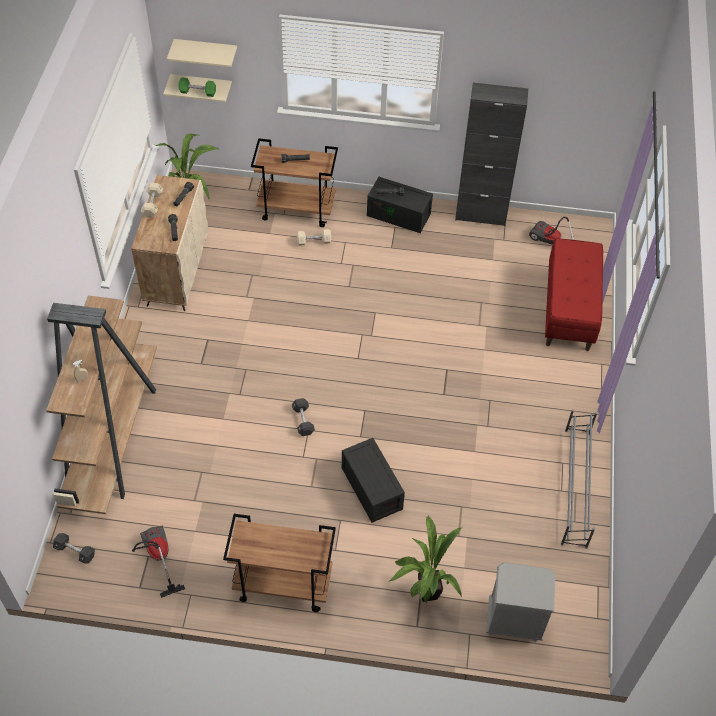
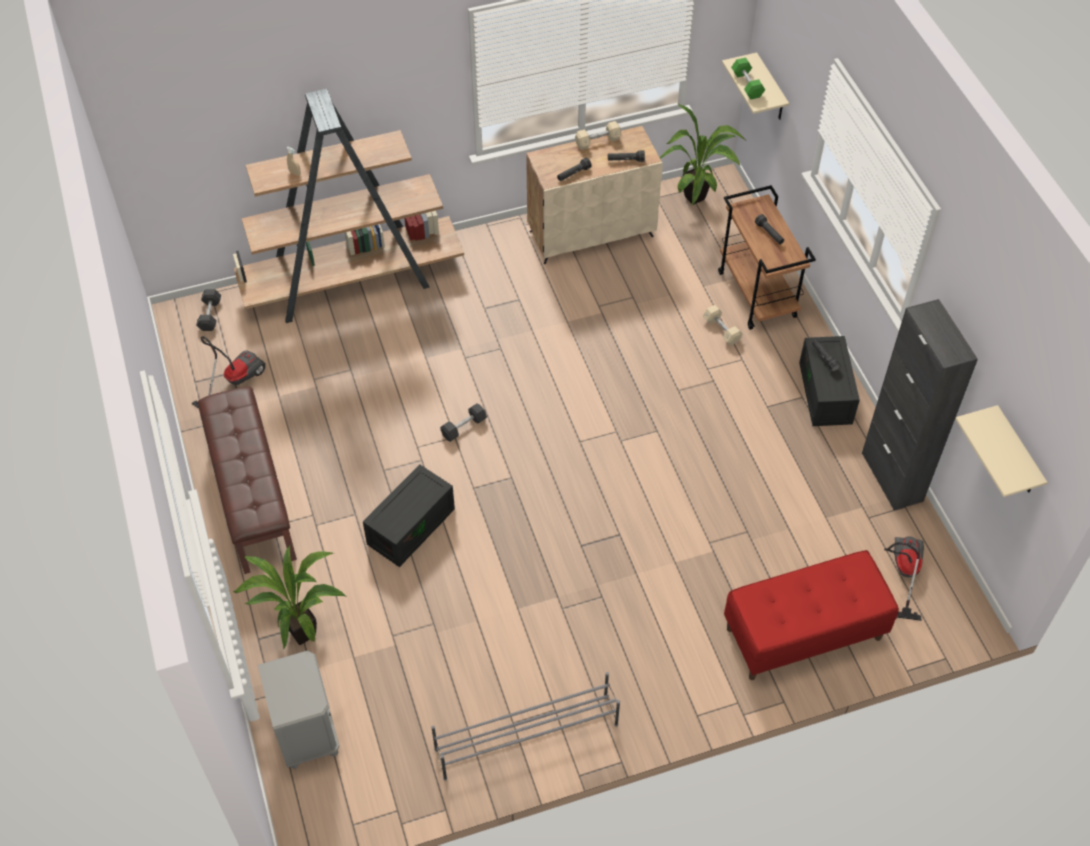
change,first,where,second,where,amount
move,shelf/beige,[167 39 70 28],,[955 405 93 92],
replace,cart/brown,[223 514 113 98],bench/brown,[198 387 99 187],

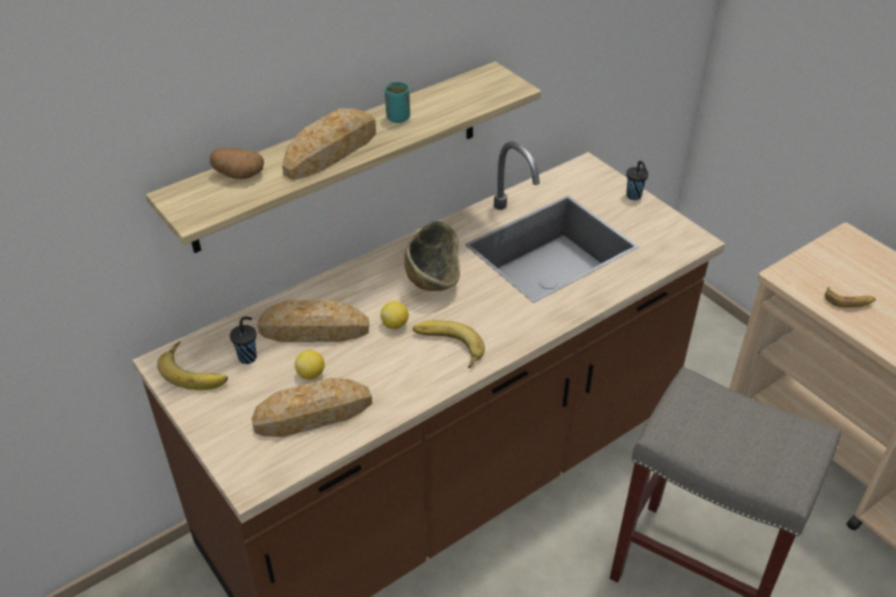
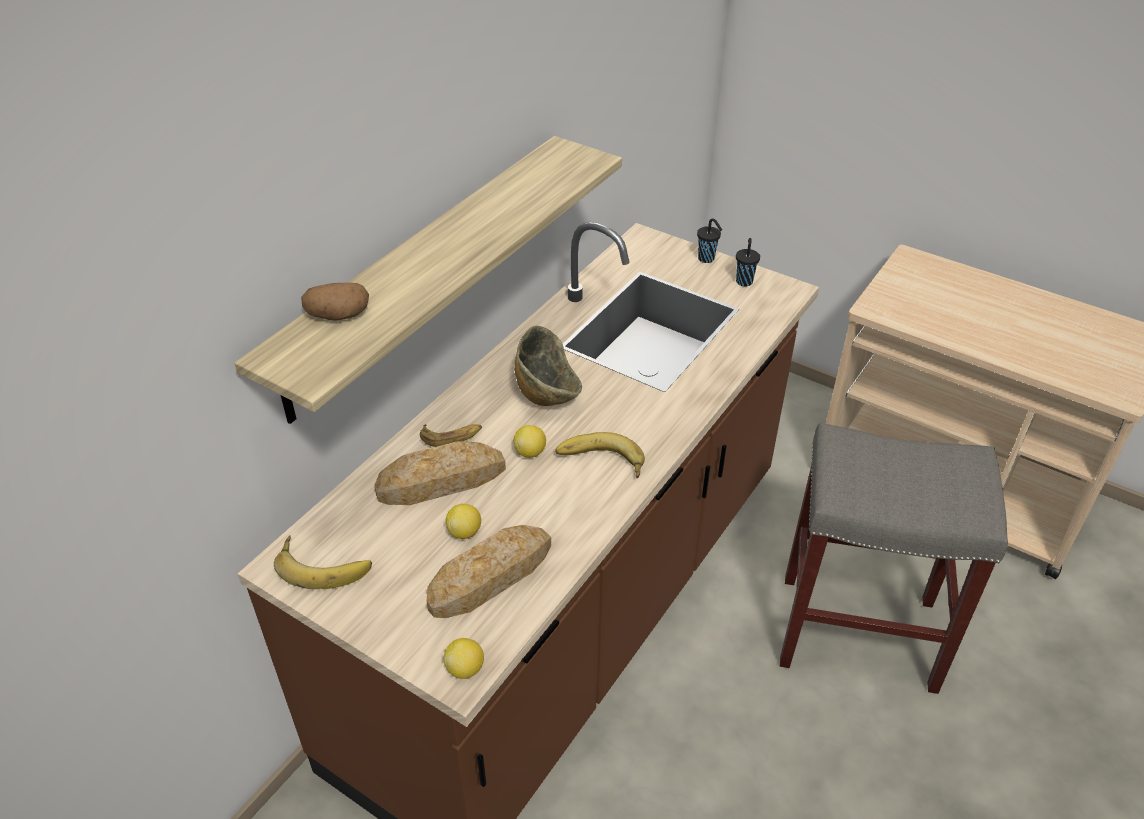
change,first,where,second,where,amount
delete,cup/turquoise,[385 82 25 41],,,
delete,bread,[282 108 94 72],,,
move,banana,[825 287 51 20],,[420 424 62 23],
move,cup/black,[230 316 27 48],,[736 238 24 48],
insert,,,lemon,[444 638 40 41],

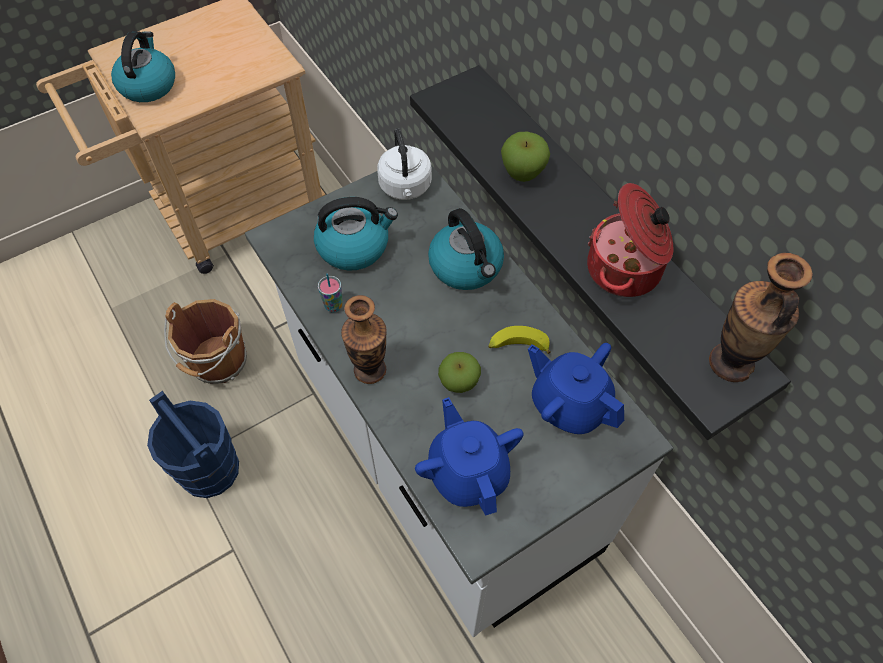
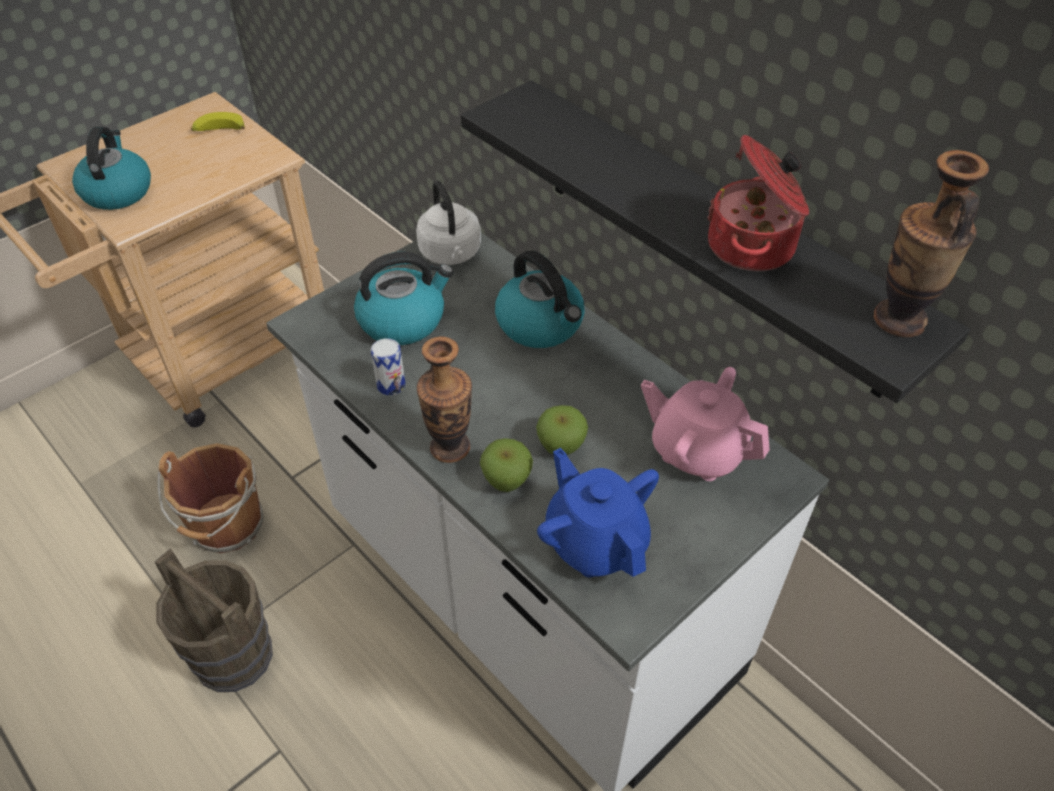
change,first,where,second,where,amount
move,apple,[501 132 49 50],,[480 438 53 54],
replace,cup,[318 273 25 40],can,[371 338 35 58],
move,banana,[488 326 63 28],,[191 112 54 19],
recolor,teapot/blue,[528 343 96 91],teapot/pink,[641 367 129 114],
recolor,bucket/blue,[147 391 92 107],bucket/brown,[155 548 118 144],

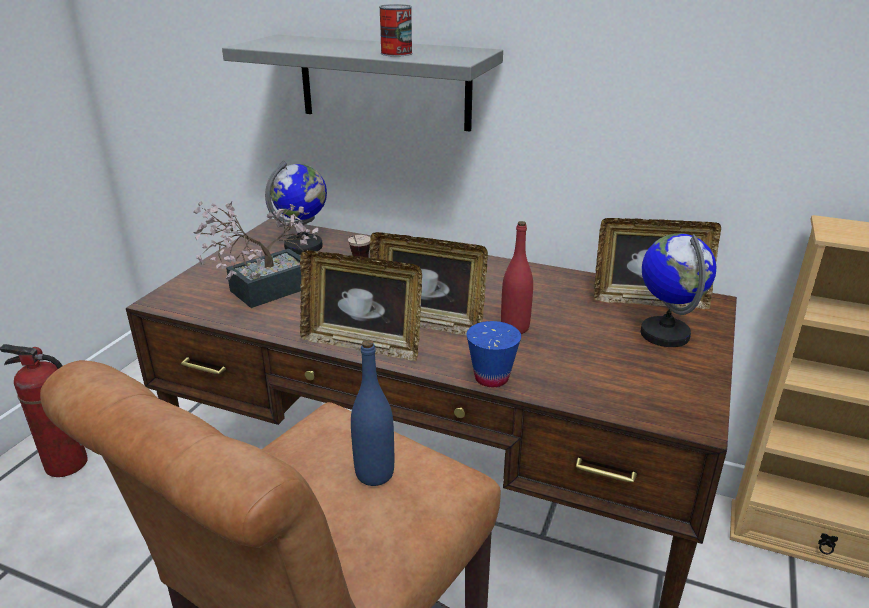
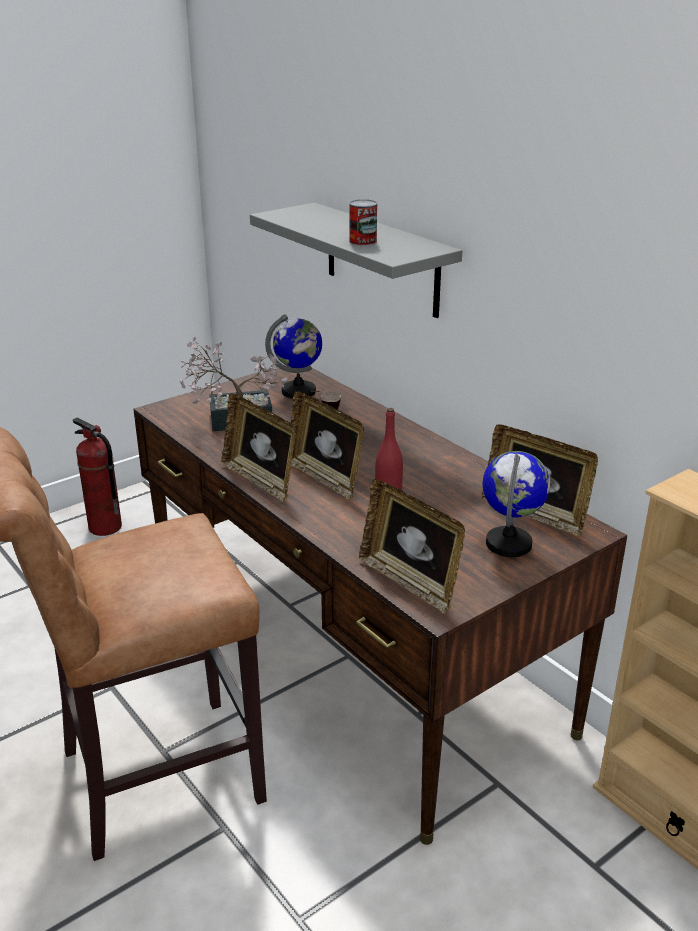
change,first,where,second,where,amount
delete,cup/blue,[467 321 54 66],,,
delete,bottle/blue,[351 340 43 146],,,
insert,,,picture frame,[359 479 106 136],

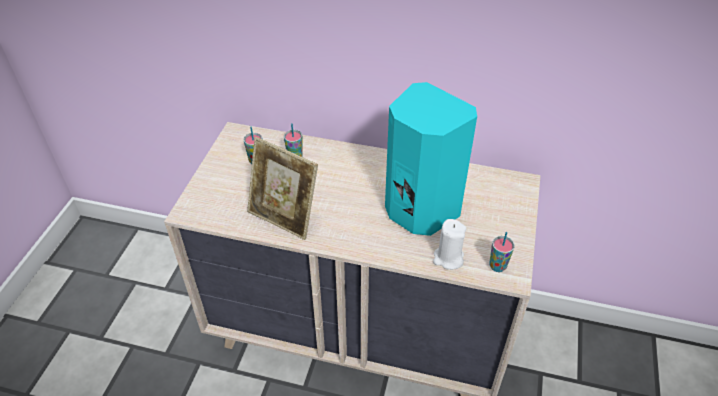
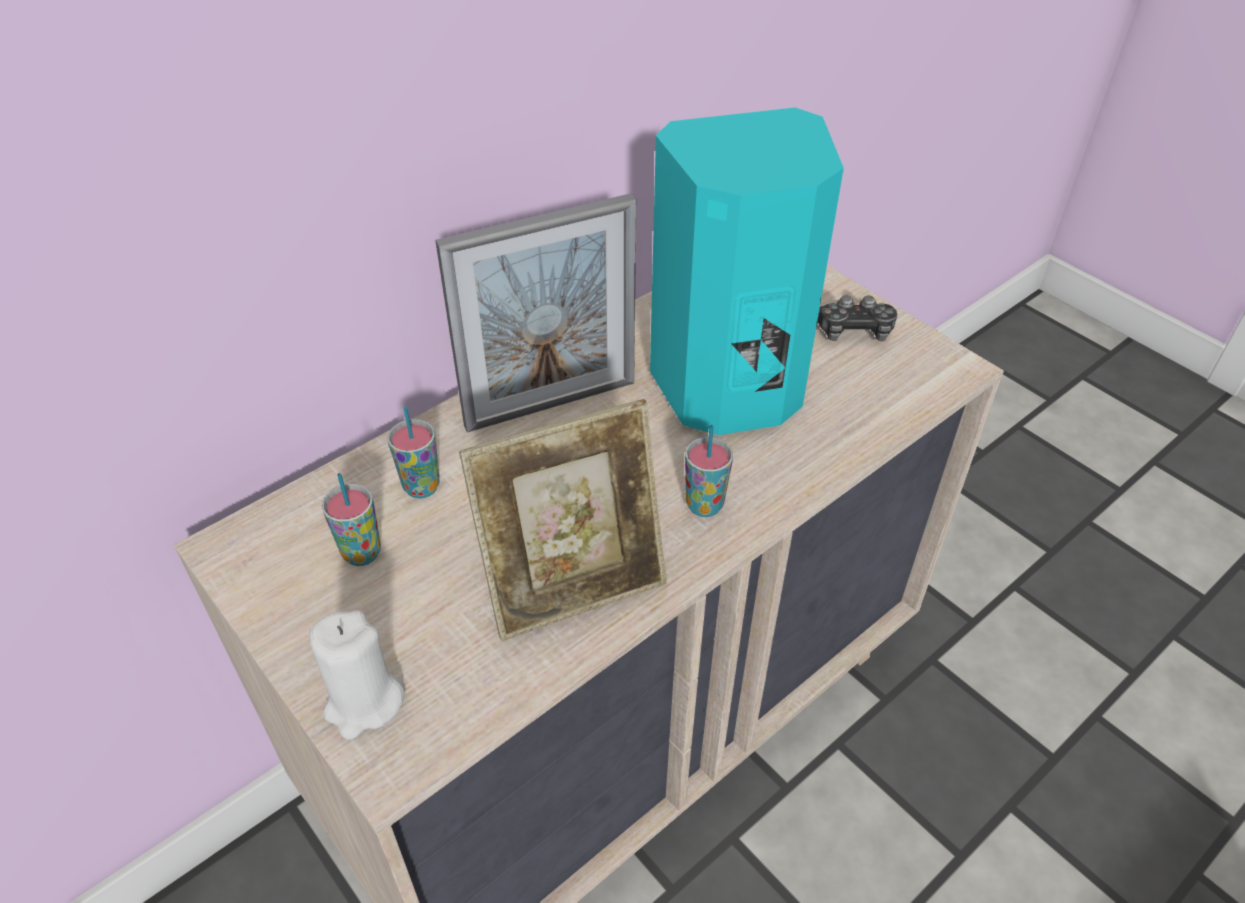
change,first,where,second,where,amount
move,candle/white,[433 219 34 51],,[309 610 96 130],
move,cup,[489 232 26 40],,[685 425 48 92],
insert,,,picture frame,[435 193 201 240],
insert,,,game controller,[817 295 80 46],

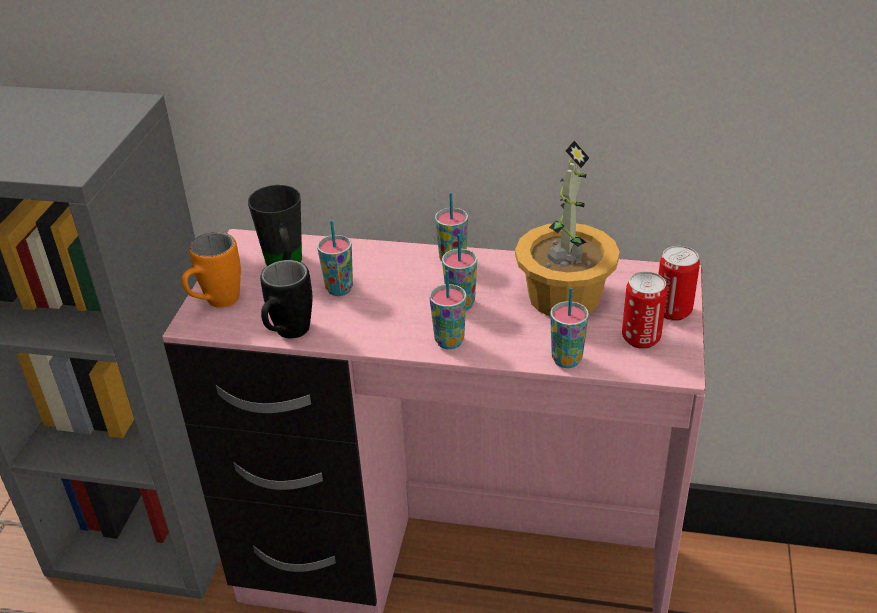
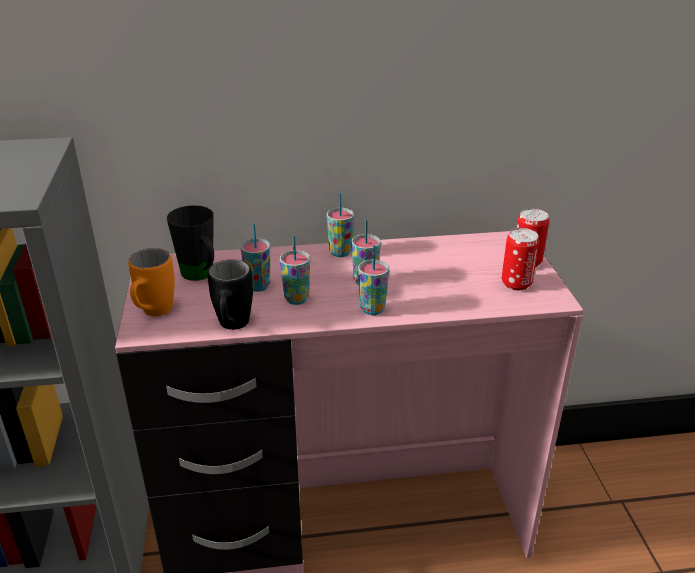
change,first,where,second,where,amount
delete,potted plant,[515 141 105 175],,,
move,cup,[550 287 39 81],,[280 235 30 70],

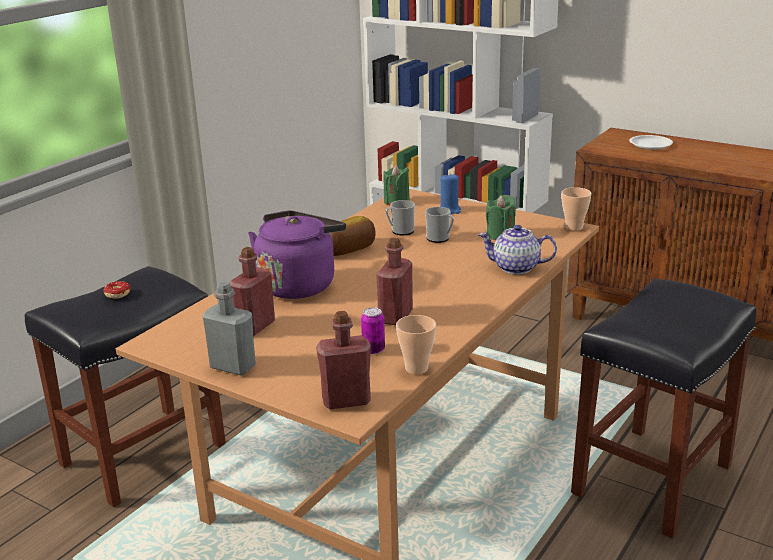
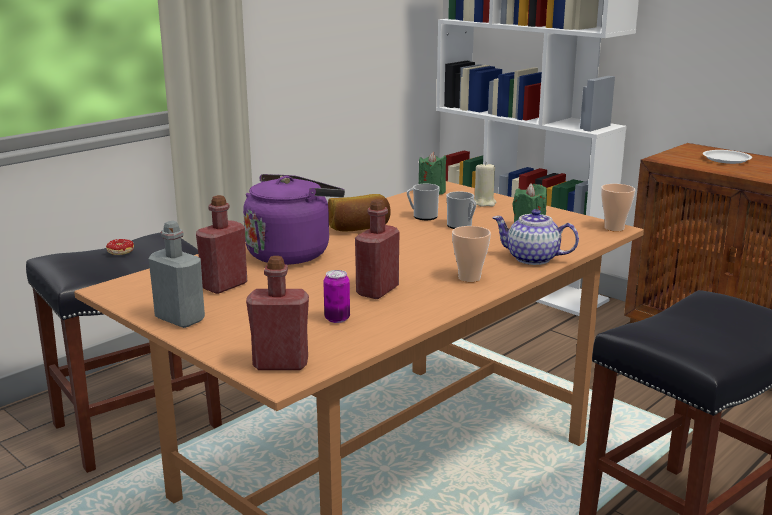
change,first,where,second,where,amount
recolor,candle/blue,[440 174 21 41],candle/beige,[474 164 23 43],
move,cup,[396 315 40 59],,[452 226 39 56],

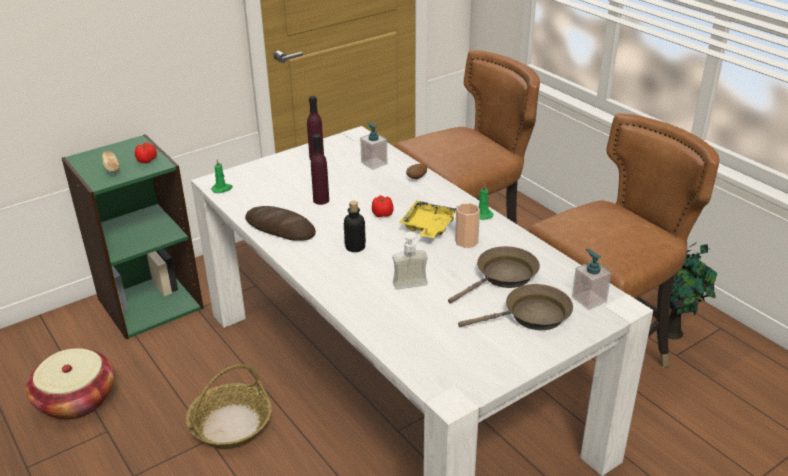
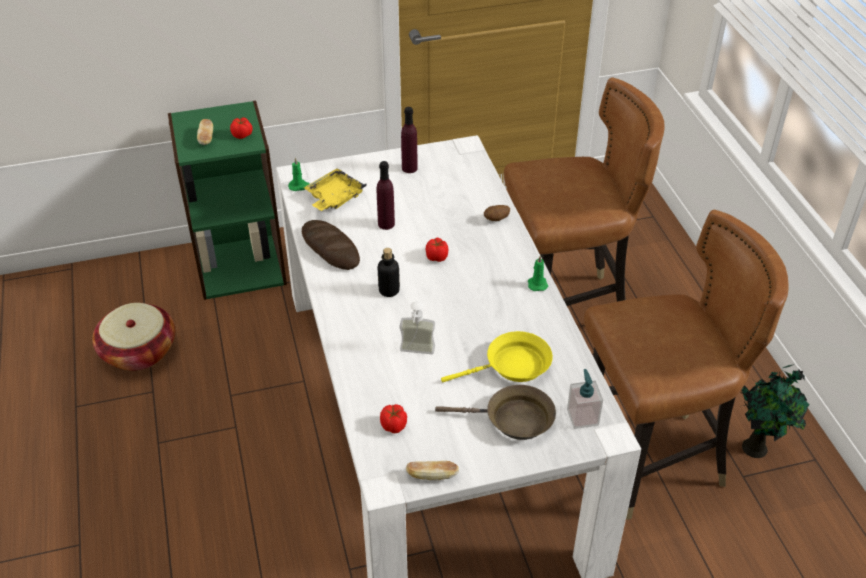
change,first,where,second,where,amount
delete,soap dispenser,[360 122 27 48],,,
move,tray/yellow,[399 200 57 38],,[304 168 63 43],
delete,cup,[455 203 25 45],,,
recolor,frying pan/brown,[448 246 92 58],frying pan/yellow,[441 331 112 52],
delete,basket,[186 364 86 85],,,
insert,,,tomato,[380 404 27 29],
insert,,,bread,[406 461 53 20],

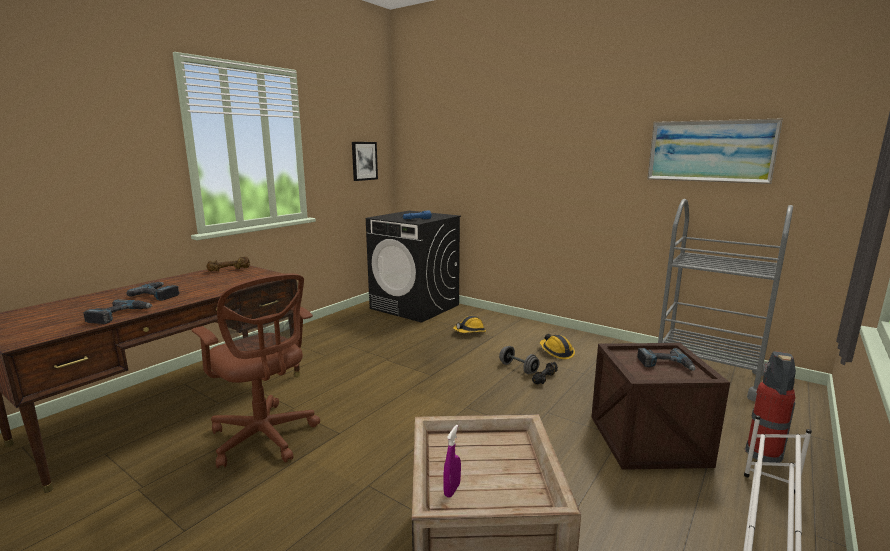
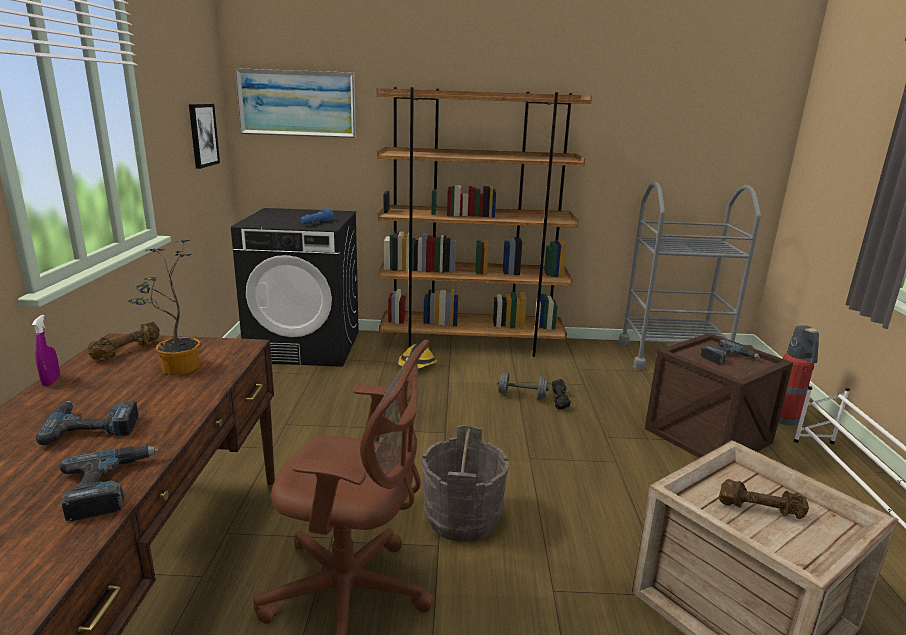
change,first,where,second,where,amount
move,picture,[647 118 136 66],,[235 68 121 70],
delete,hard hat,[540 334 35 25],,,
move,spray bottle/purple,[443 425 18 72],,[32 315 28 71],
insert,,,bookcase/brown,[376 87 216 270],
insert,,,potted plant,[128 240 73 135],
insert,,,bucket/grey,[422 425 87 117],
insert,,,dumbbell/brown,[719 479 90 41],

